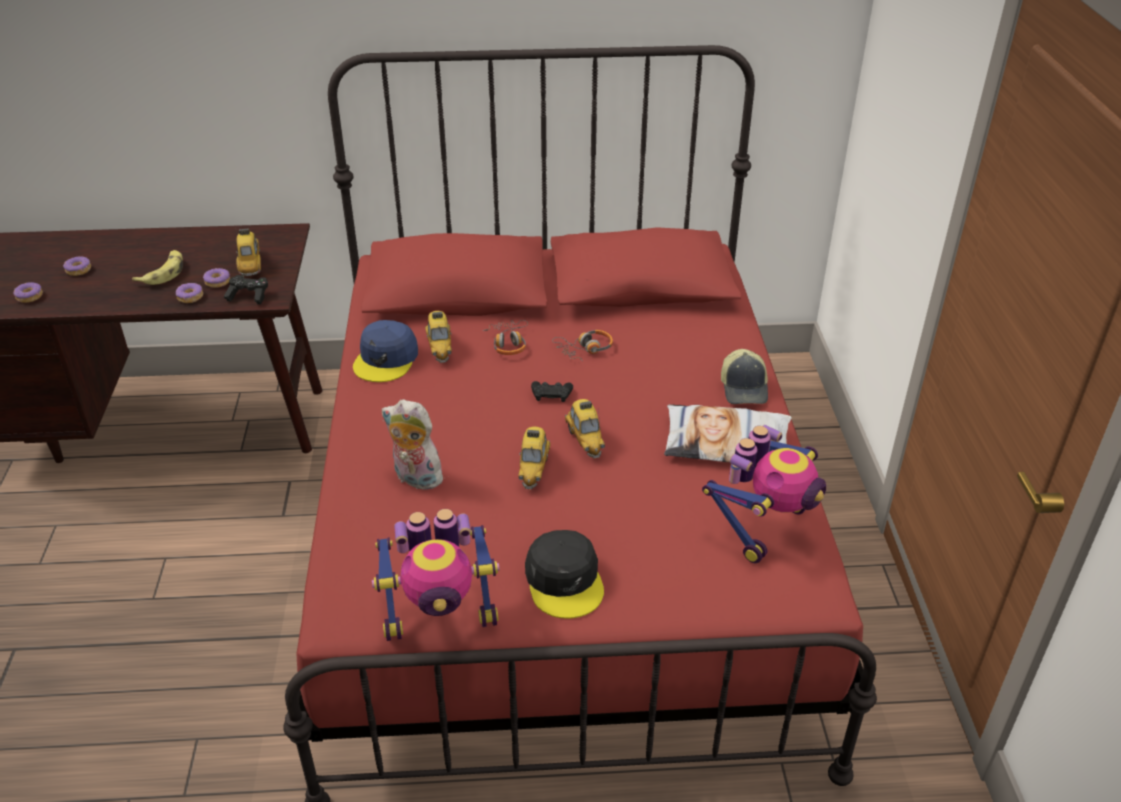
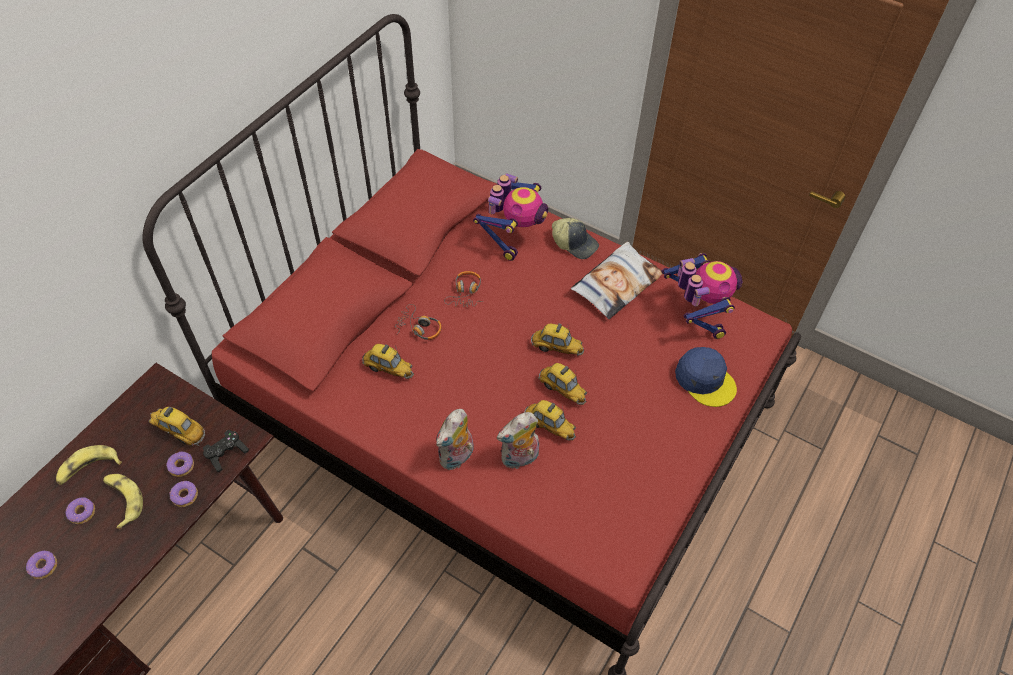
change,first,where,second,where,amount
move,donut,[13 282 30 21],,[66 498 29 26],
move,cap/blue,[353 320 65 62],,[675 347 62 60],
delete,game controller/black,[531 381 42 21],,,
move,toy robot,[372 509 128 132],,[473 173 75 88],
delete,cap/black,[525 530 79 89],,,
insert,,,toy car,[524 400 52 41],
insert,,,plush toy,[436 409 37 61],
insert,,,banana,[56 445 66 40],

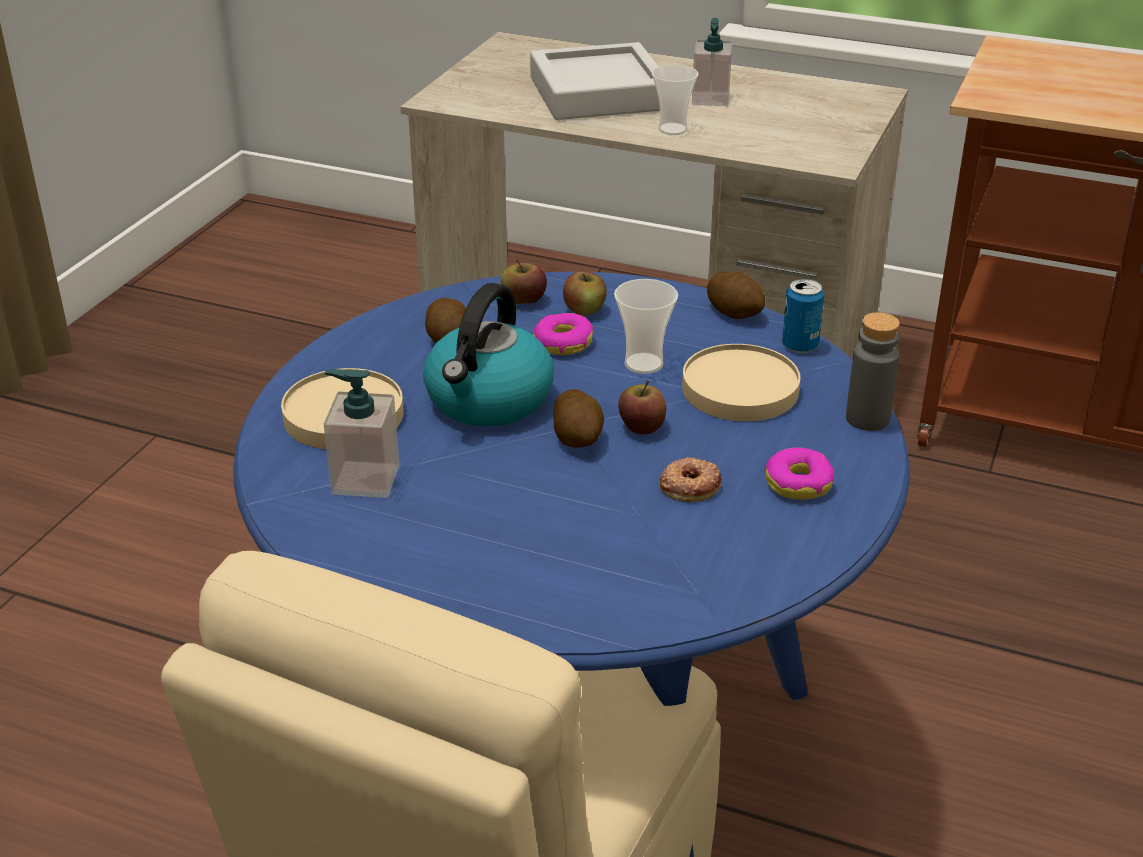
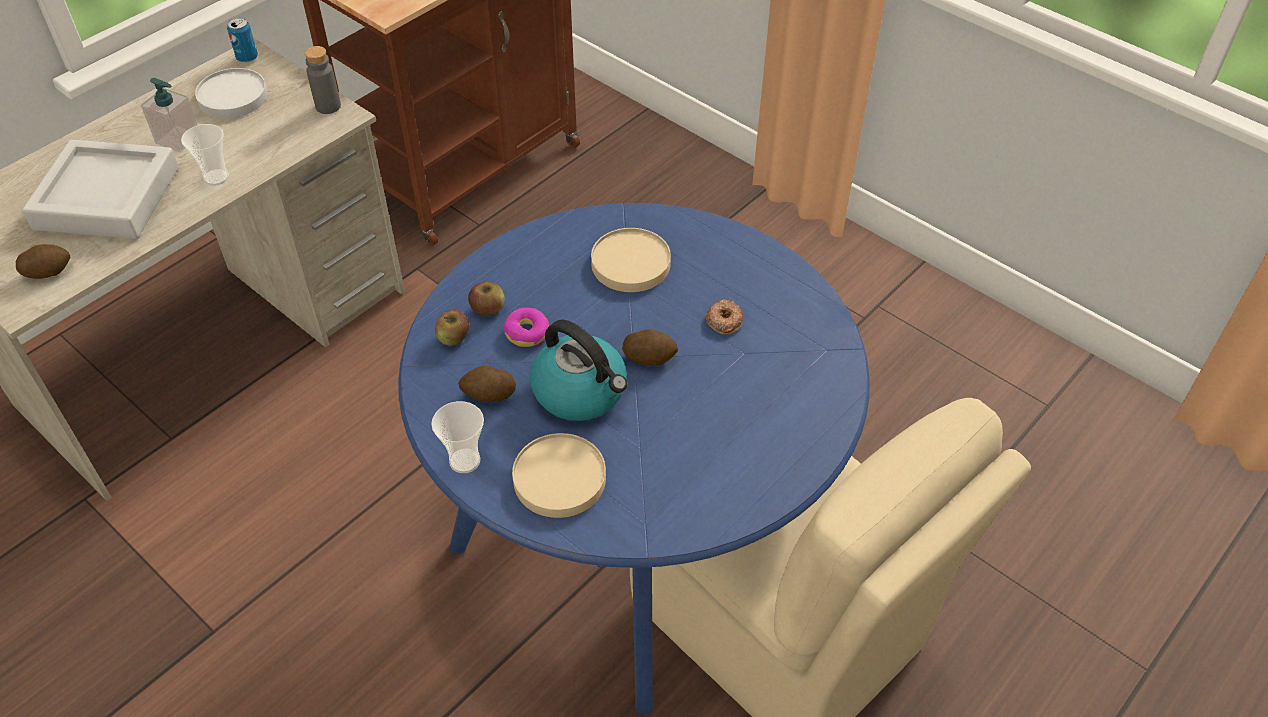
change,first,where,second,where,amount
move,potato,[707 271 58 48],,[16 244 54 35],
move,cup,[614 279 64 95],,[431 401 53 72],
move,can,[782 279 42 74],,[227 18 31 45],
move,bottle/grey,[846 312 54 119],,[305 46 36 68],
delete,soap dispenser,[324 369 76 129],,,
delete,apple,[618 381 48 54],,,
delete,donut,[764 447 70 53],,,
insert,,,plate/white,[195 68 73 50],

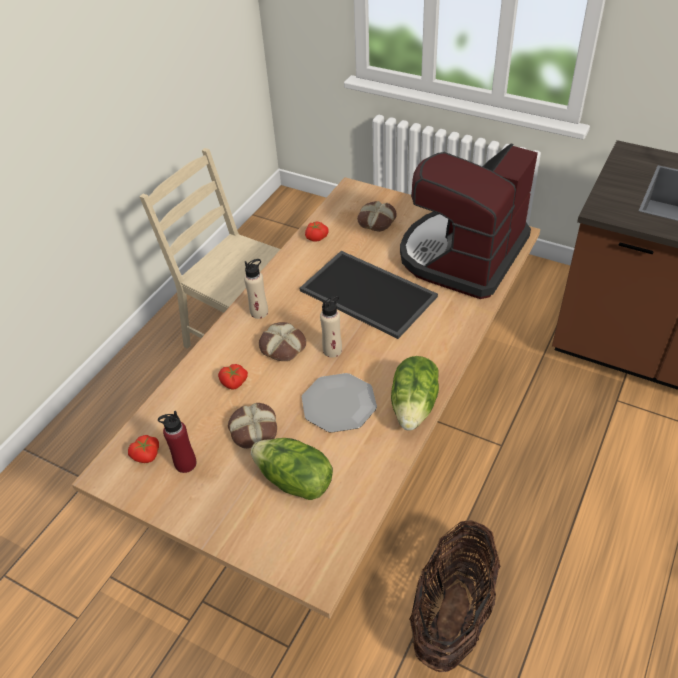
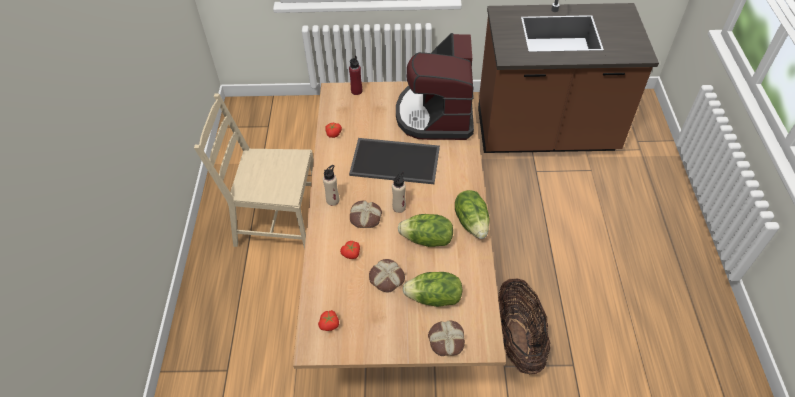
change,first,where,second,where,amount
move,bread,[357 201 40 31],,[428 320 37 36],
replace,plate,[302 373 75 60],lettuce,[398 214 55 33],
move,bottle/red,[158 411 39 62],,[349 56 13 39],

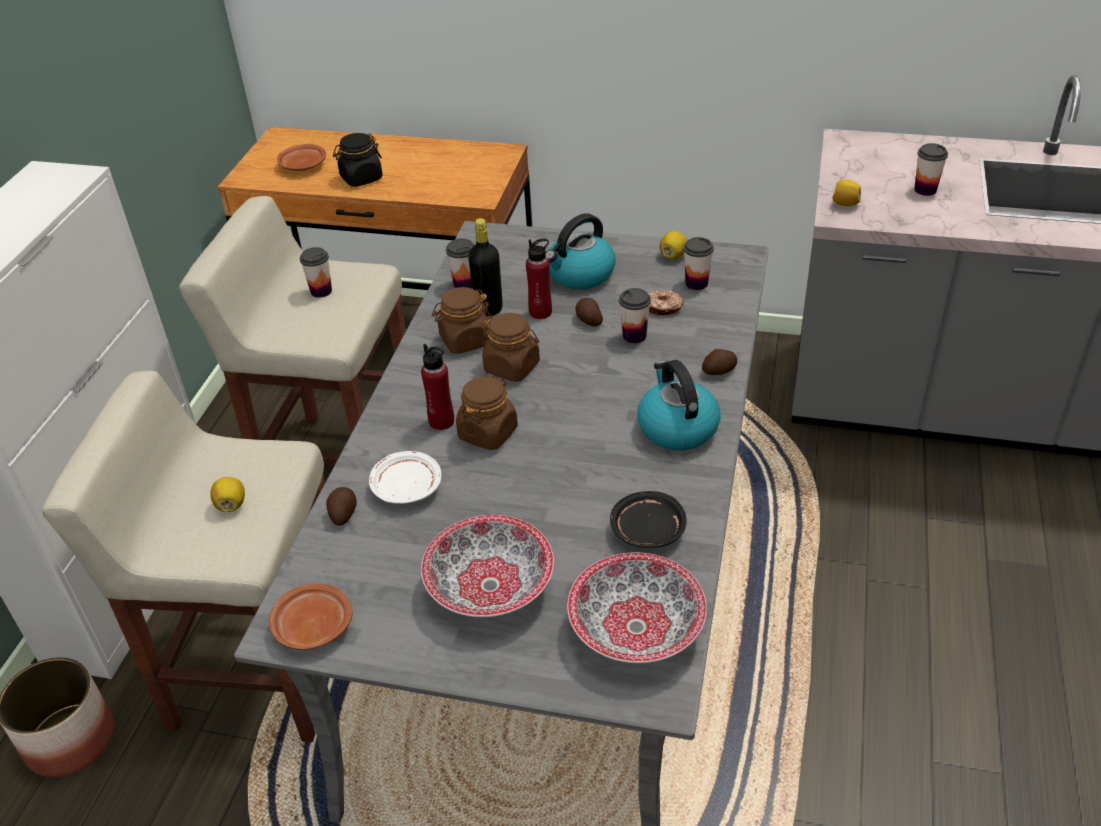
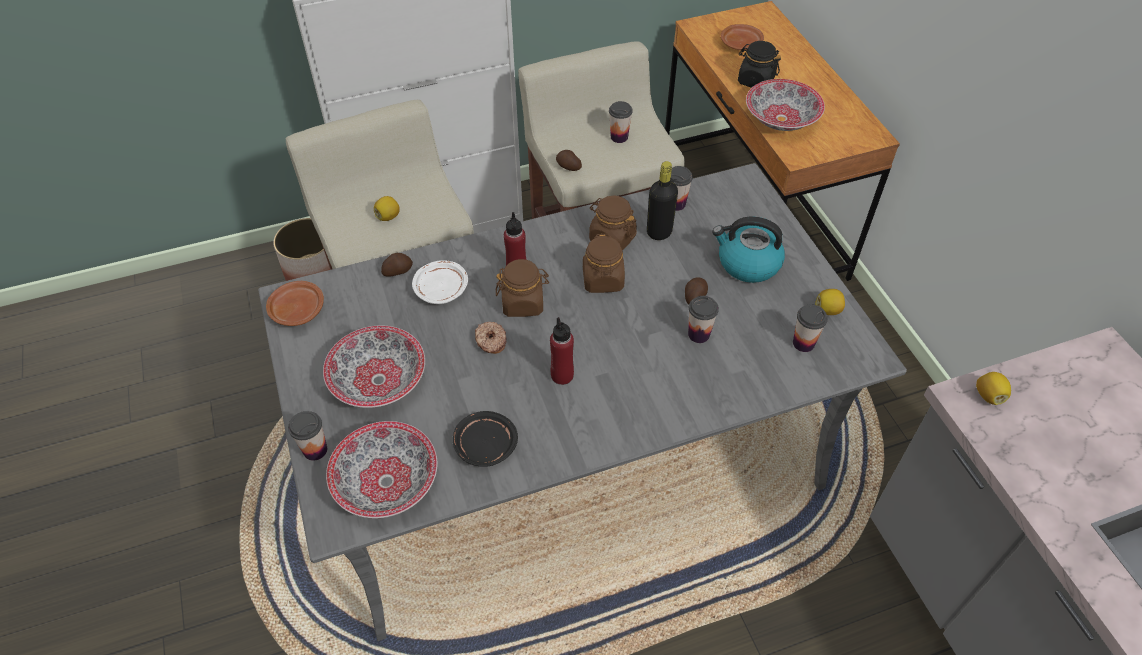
change,first,where,second,where,amount
move,cup,[914 143 34 53],,[288 411 39 50],
move,bottle/red,[526 239 26 80],,[550 317 24 68],
move,donut,[648 290 36 25],,[475 322 31 32],
move,potato,[702 349 35 26],,[556 150 26 21],
delete,kettle,[637 360 84 90],,,
insert,,,bowl,[746 79 79 52],

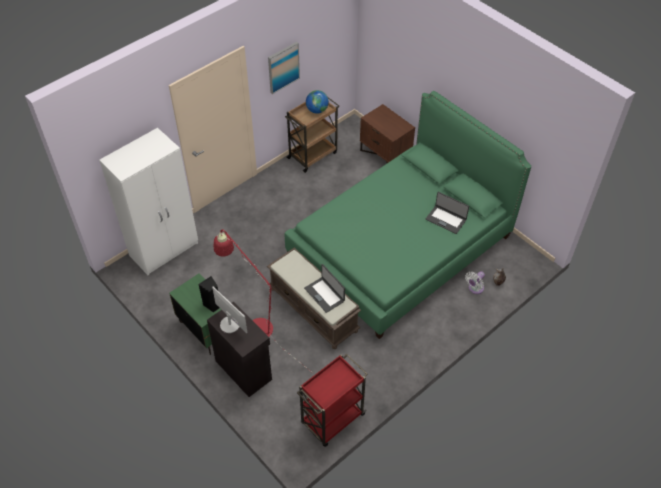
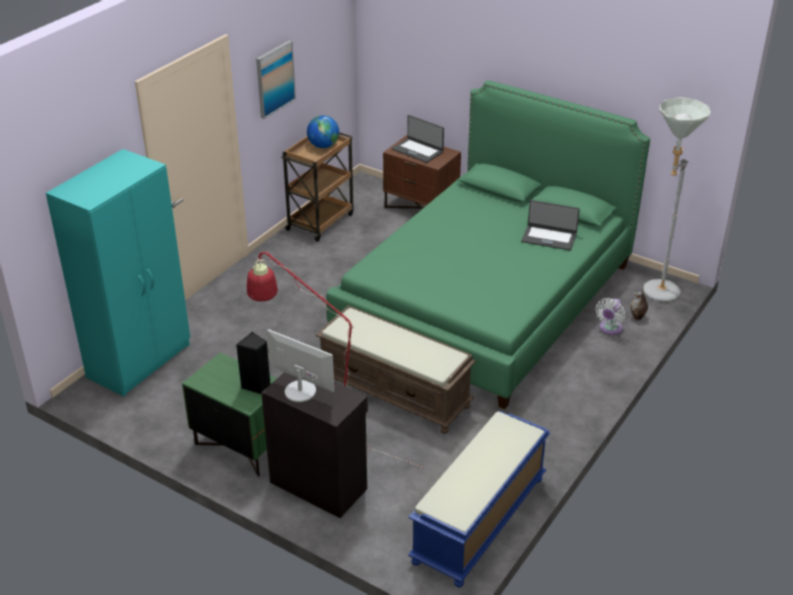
change,first,where,second,where,amount
recolor,wardrobe/white,[99 128 99 147],wardrobe/turquoise,[46 149 144 248],
move,laptop,[304 264 41 49],,[392 115 52 48],
replace,cart/red,[297 354 71 93],bench/blue,[408 411 142 176],
insert,,,floor lamp/grey,[643 97 68 205],

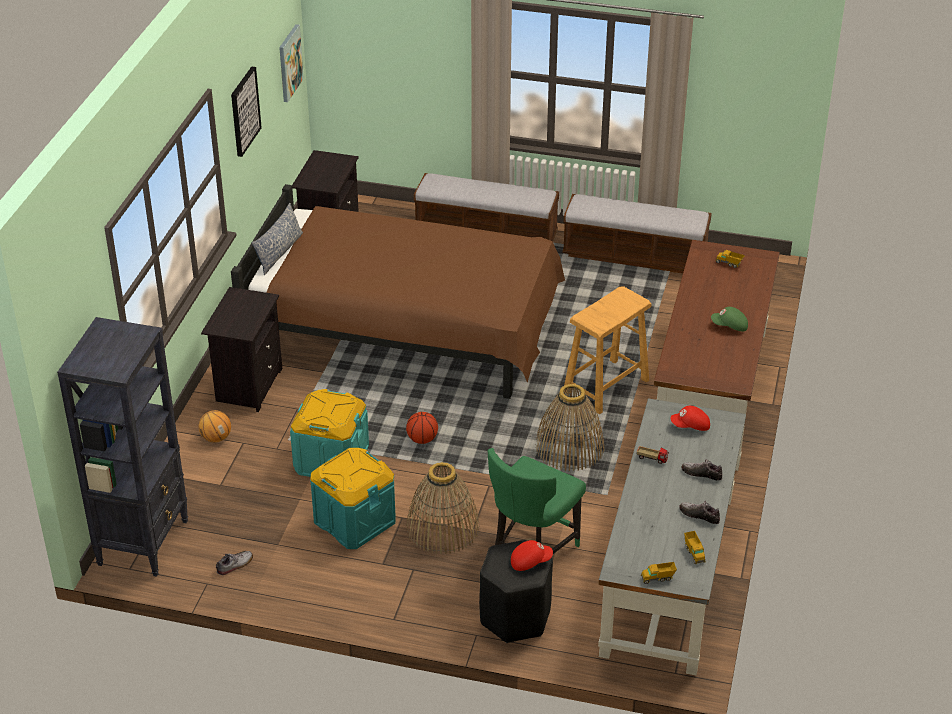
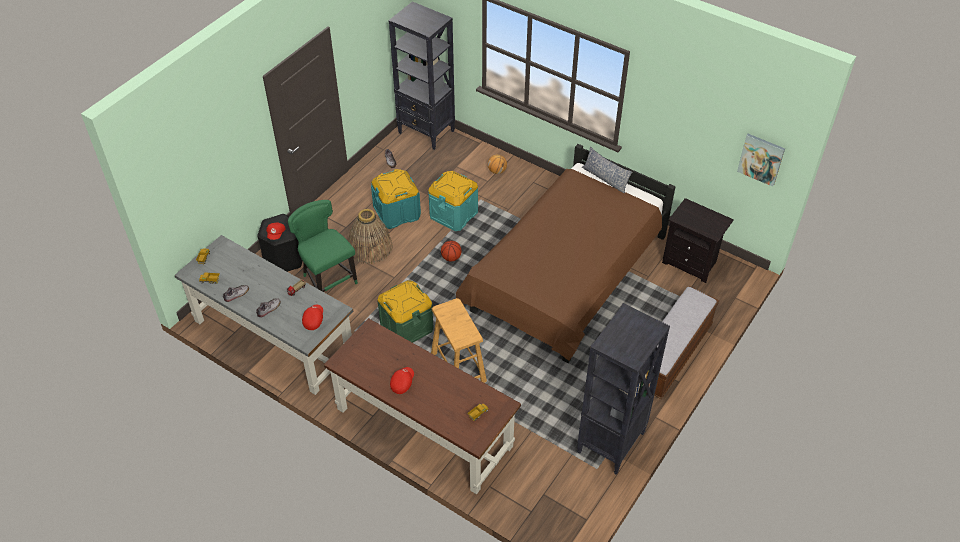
change,first,where,second,where,amount
delete,picture,[231 66 31 91],,,
replace,bench,[562 194 150 80],bookcase/black,[577 303 93 172],
delete,nightstand/black,[201 287 81 125],,,
recolor,cap/green,[711 307 37 25],cap/red,[390 367 24 27],
replace,basket,[535 384 69 87],storage box/green,[377 280 56 63],

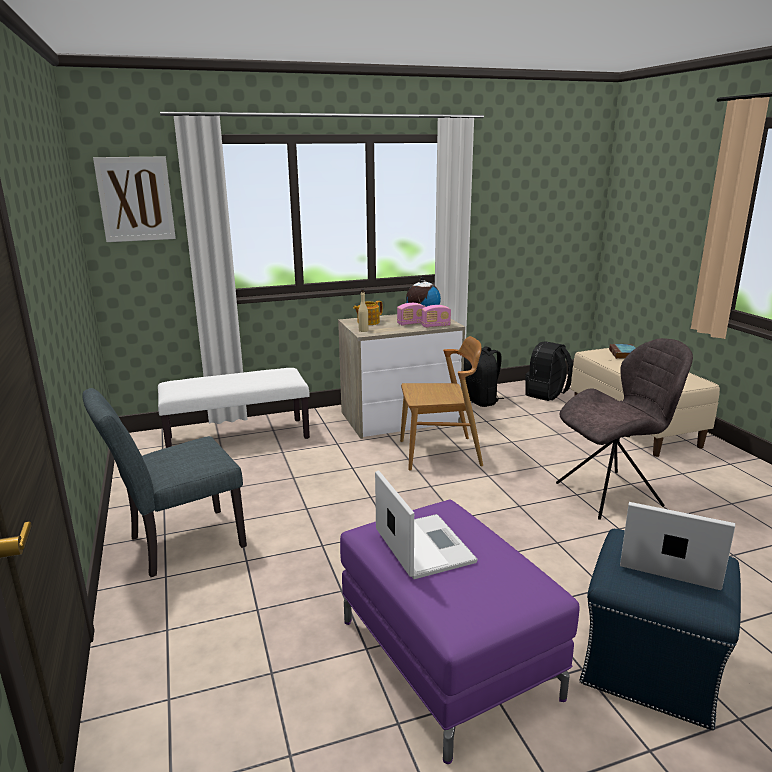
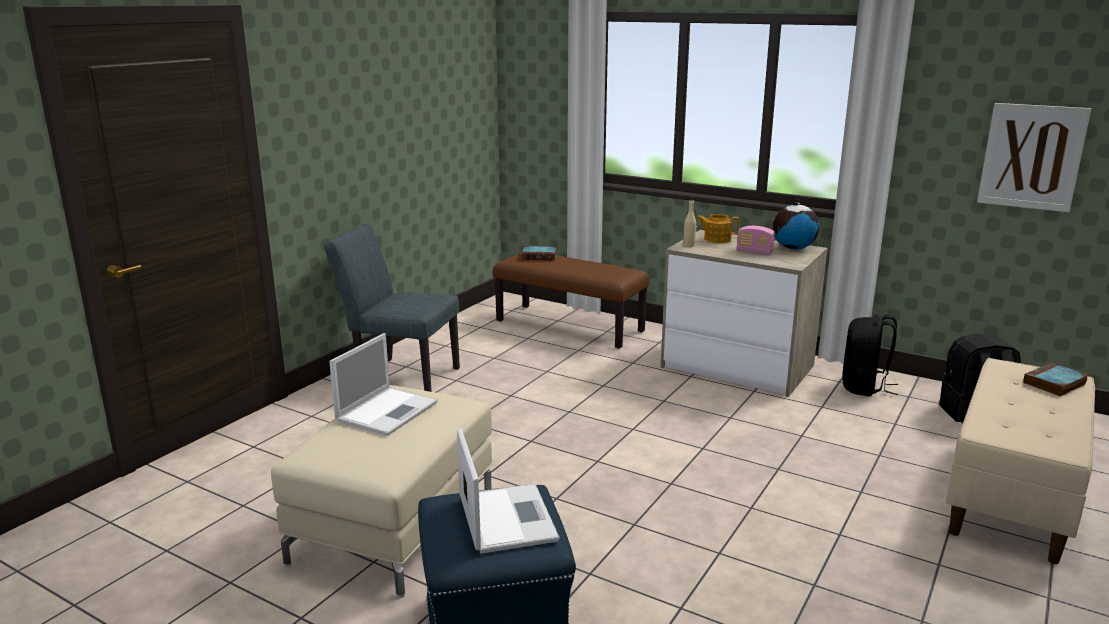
change,first,where,second,where,amount
move,picture,[93 156 83 86],,[977 103 115 109],
delete,radio,[421 305 30 23],,,
delete,chair/brown,[400 336 83 135],,,
delete,chair/grey,[556 338 137 182],,,
recolor,bench/white,[158 368 152 80],bench/brown,[493 252 156 97],
recolor,ottoman/purple,[340 500 240 264],ottoman/beige,[271 385 221 213],
insert,,,book,[522 246 35 14],

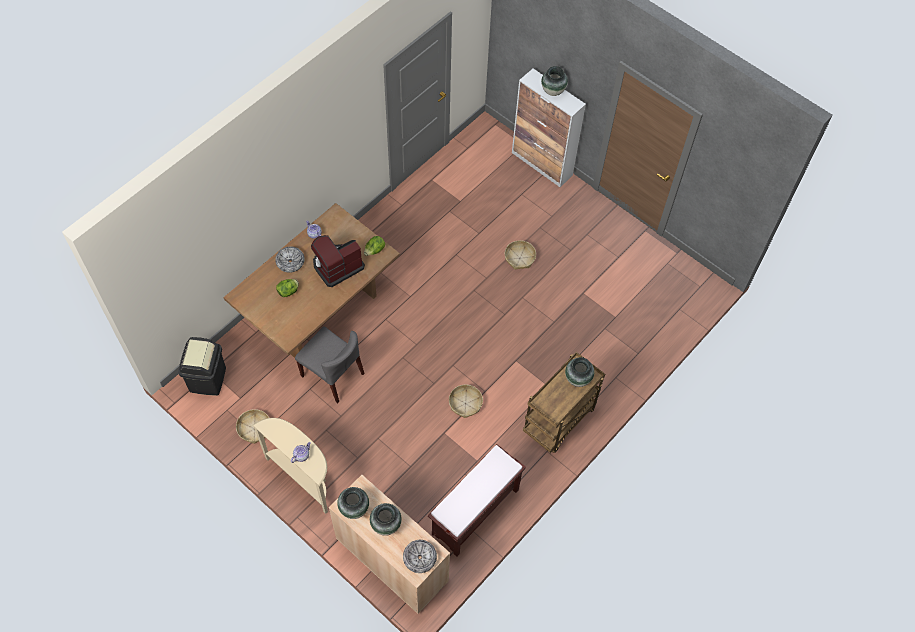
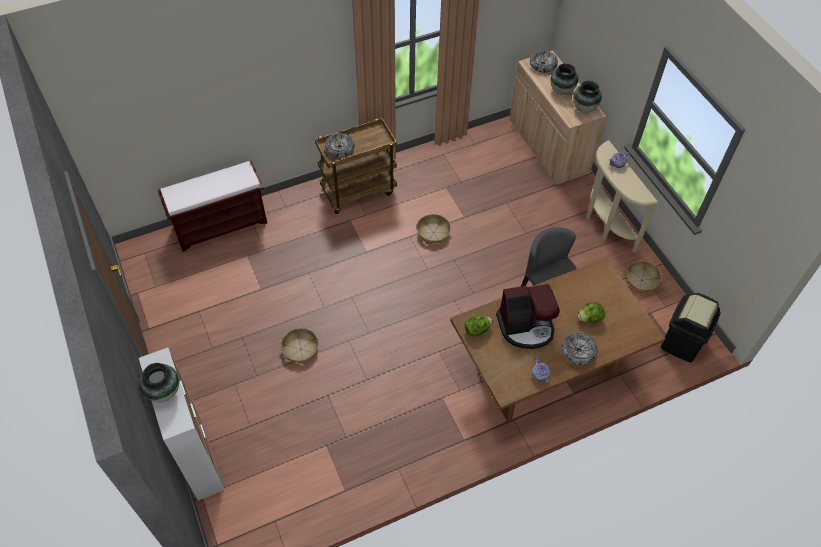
change,first,where,second,where,amount
replace,vase,[565 357 29 30],bowl,[325 133 30 25],
move,bench/brown,[428 444 98 113],,[158 160 109 92],

